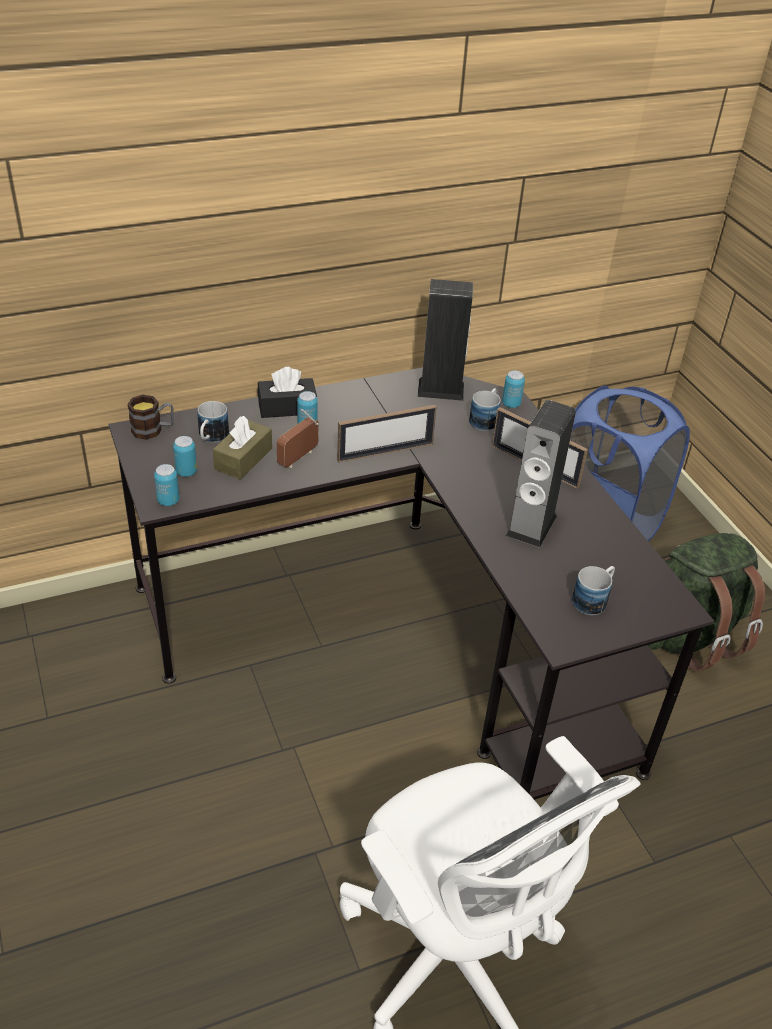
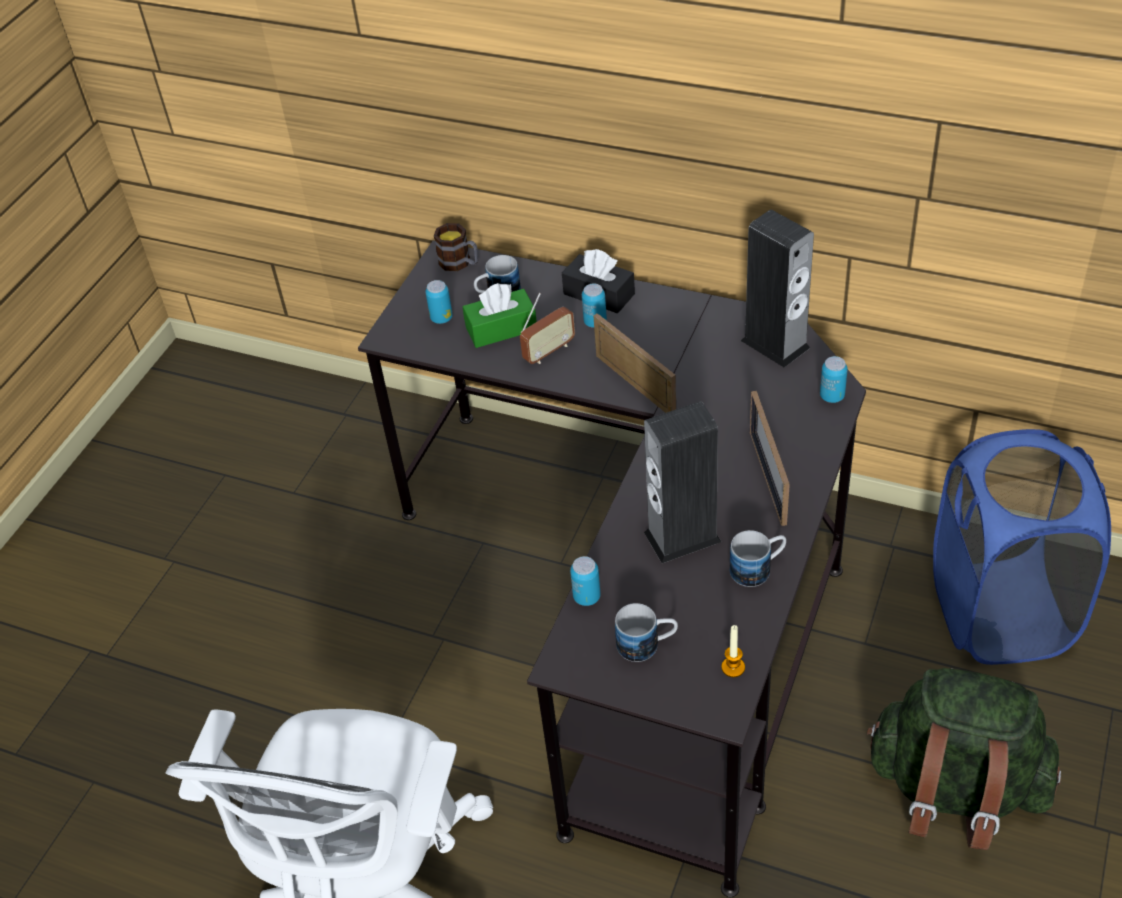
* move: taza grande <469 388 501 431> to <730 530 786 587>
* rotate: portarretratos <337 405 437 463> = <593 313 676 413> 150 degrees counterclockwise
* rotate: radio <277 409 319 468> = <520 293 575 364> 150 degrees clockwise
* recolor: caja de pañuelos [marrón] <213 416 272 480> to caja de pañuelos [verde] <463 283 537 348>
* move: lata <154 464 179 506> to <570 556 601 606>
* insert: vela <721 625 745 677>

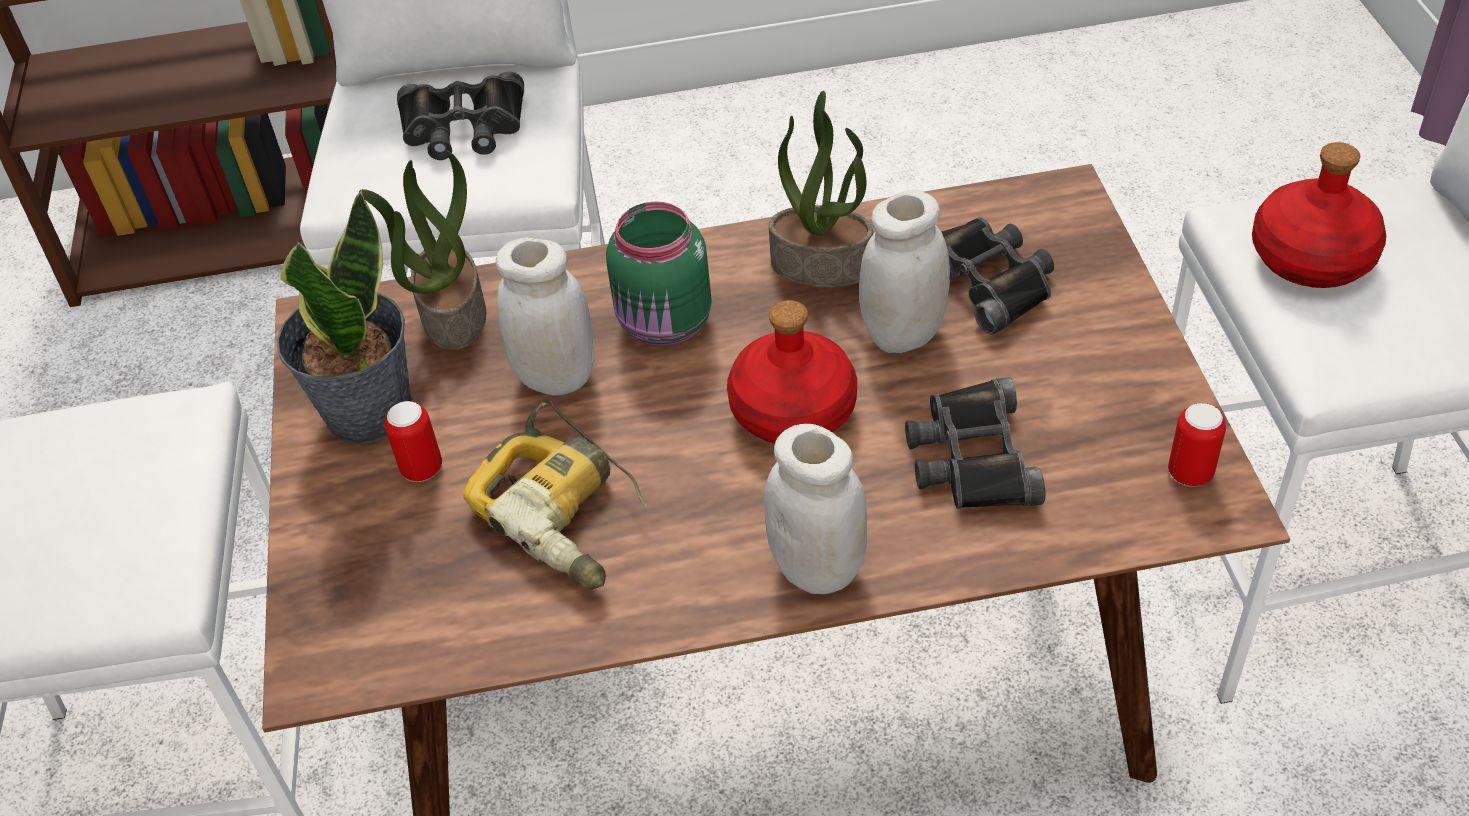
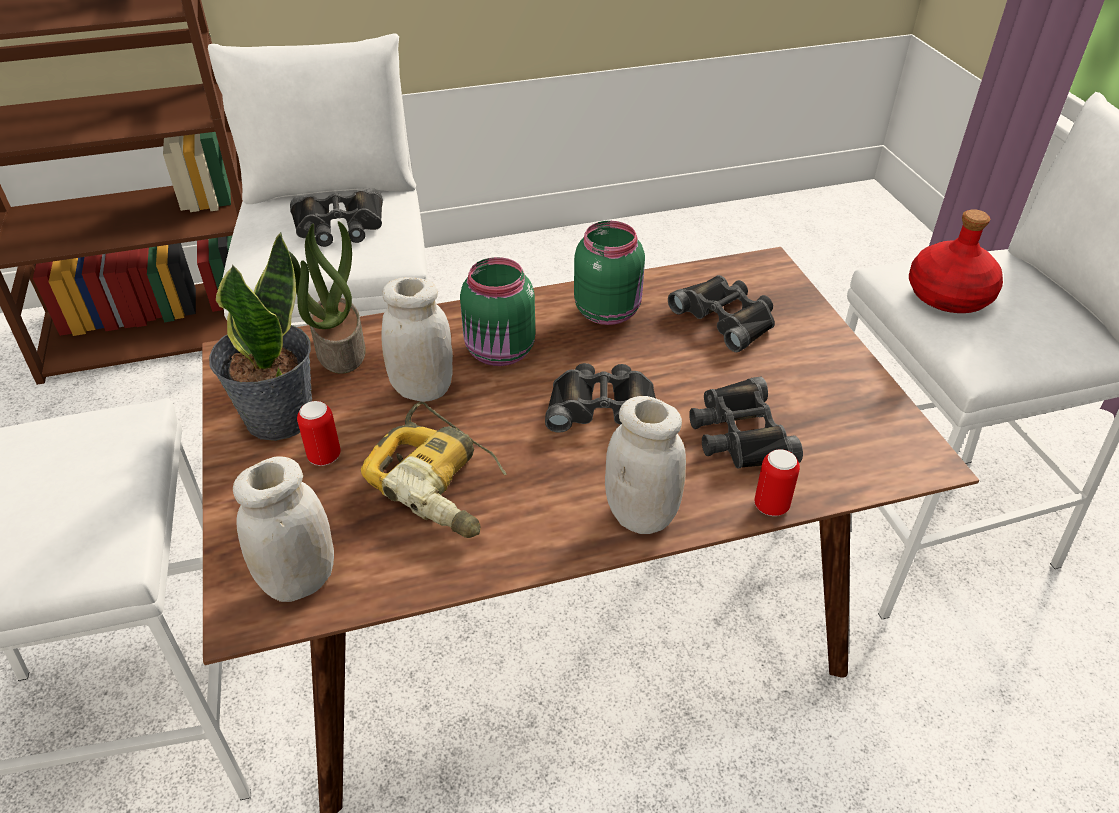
* replace: planta en maceta <769 91 873 288> to tarro [verde] <574 221 645 325>
* move: tarro [blanco] <859 190 950 353> to <233 456 334 602>
* replace: botella [rojo] <727 300 857 444> to prismáticos [negro] <545 363 656 433>
* move: lata <1168 403 1226 487> to <754 449 800 516>

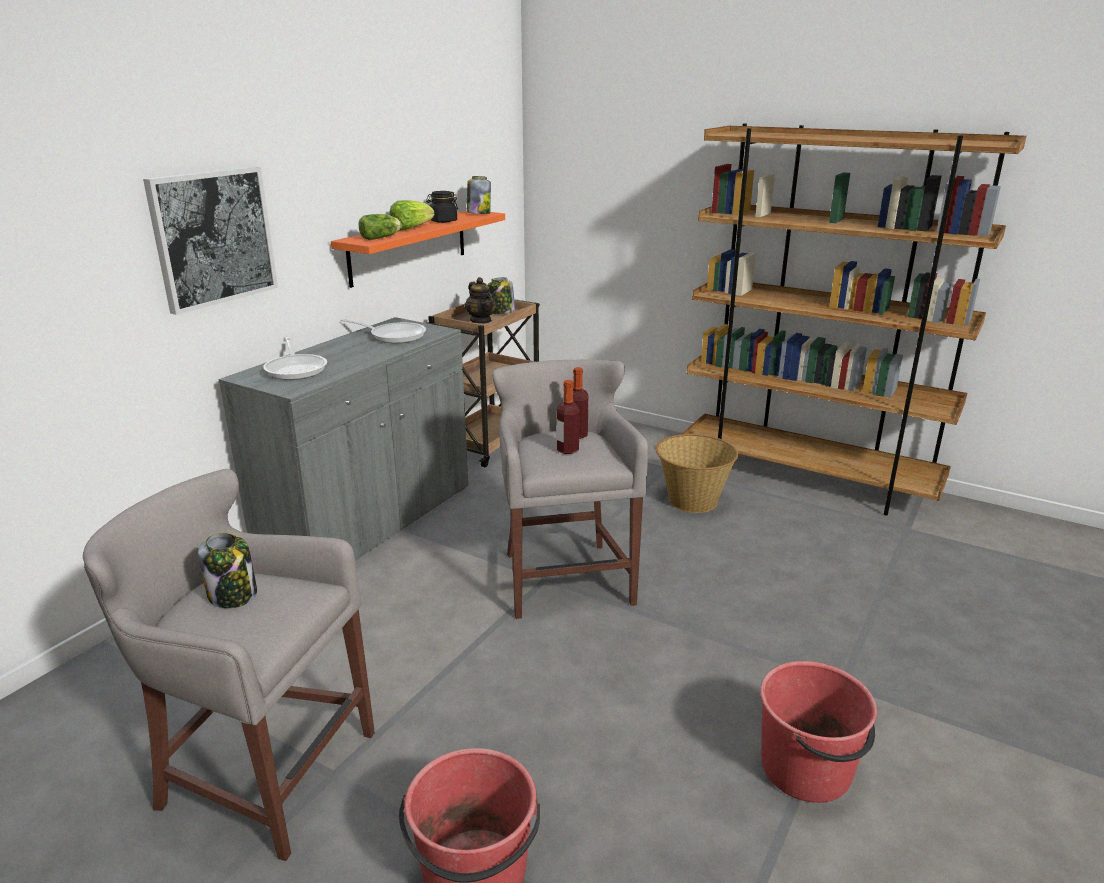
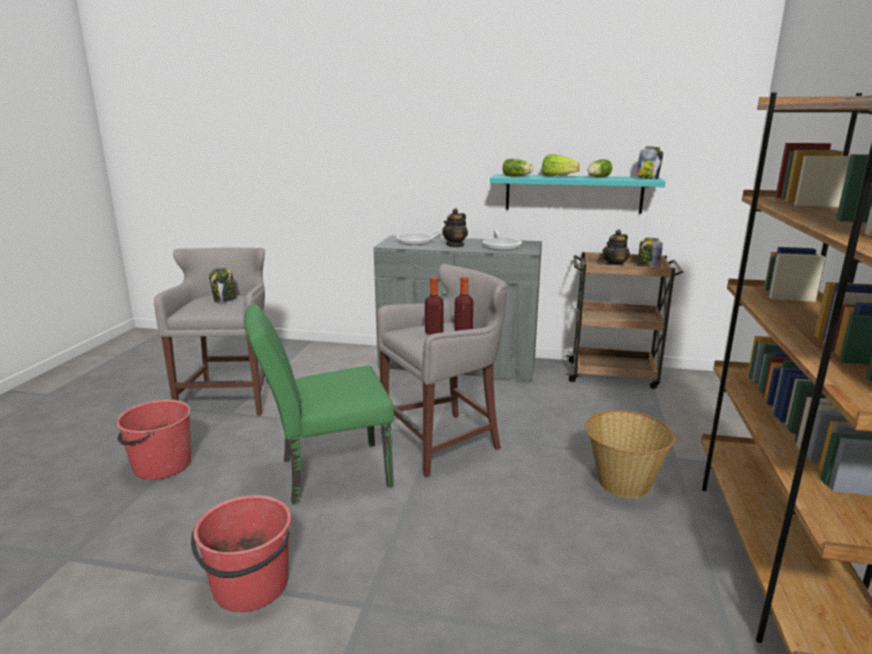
* delete: cuadro <143 166 278 315>
* replace: tarro [negro] <426 191 458 223> to lechuga <588 159 612 177>
* recolor: estante [naranja] <331 211 505 288> to estante [turquesa] <490 174 665 214>
* insert: tetera <442 208 468 247>
* insert: silla [verde] <244 304 394 504>

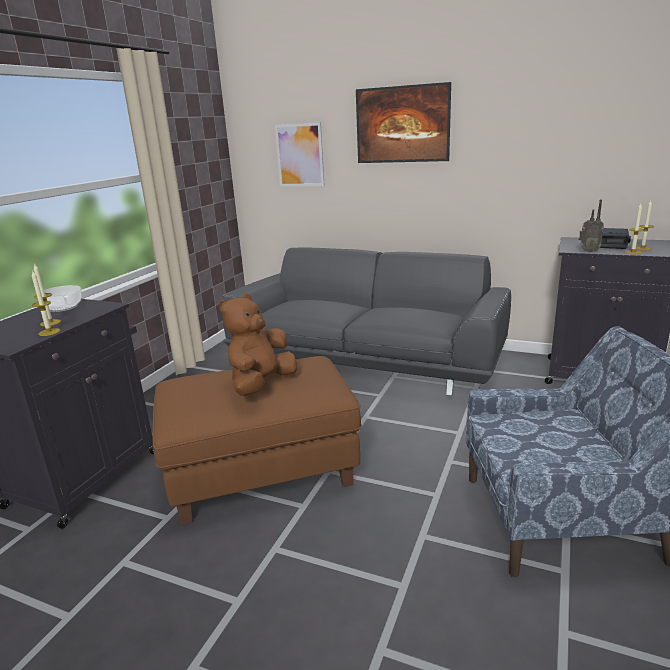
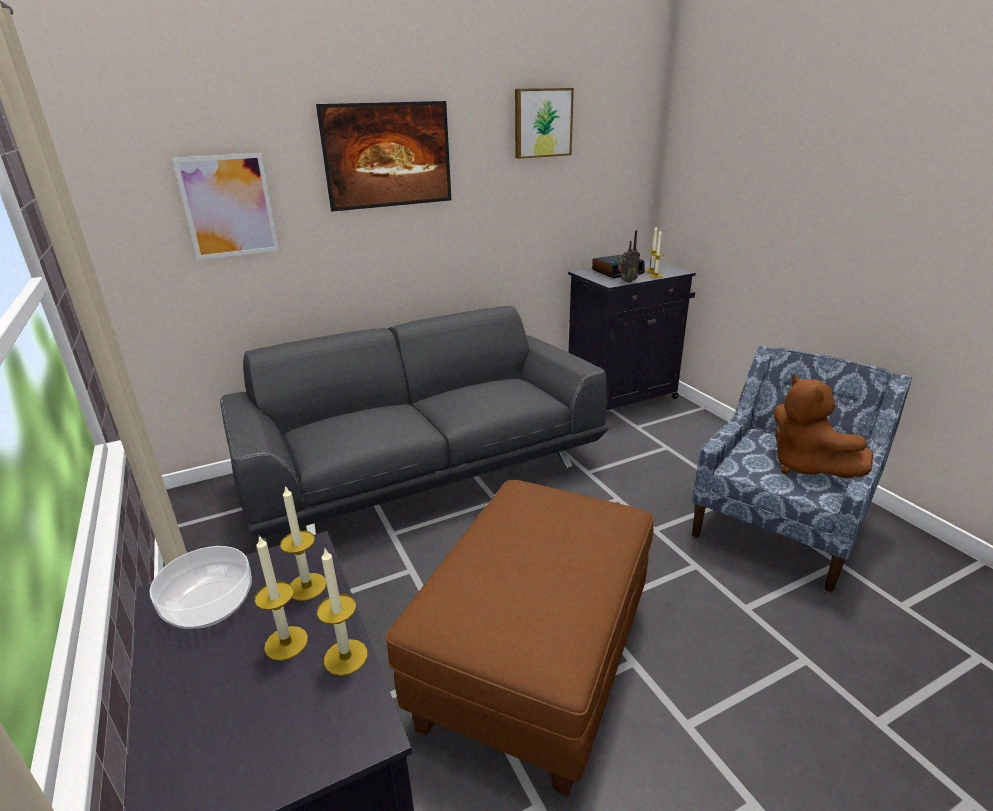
* move: peluche [marrón] <219 293 297 396> to <774 374 873 478>
* insert: cuadro <515 88 574 159>
* insert: vela <280 485 326 601>

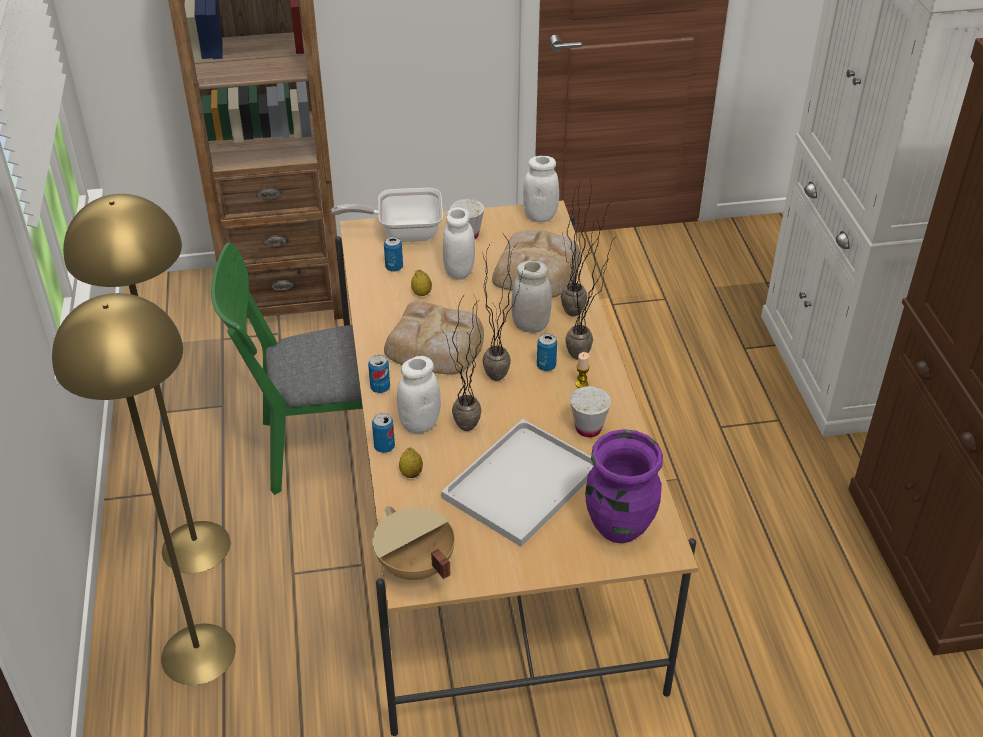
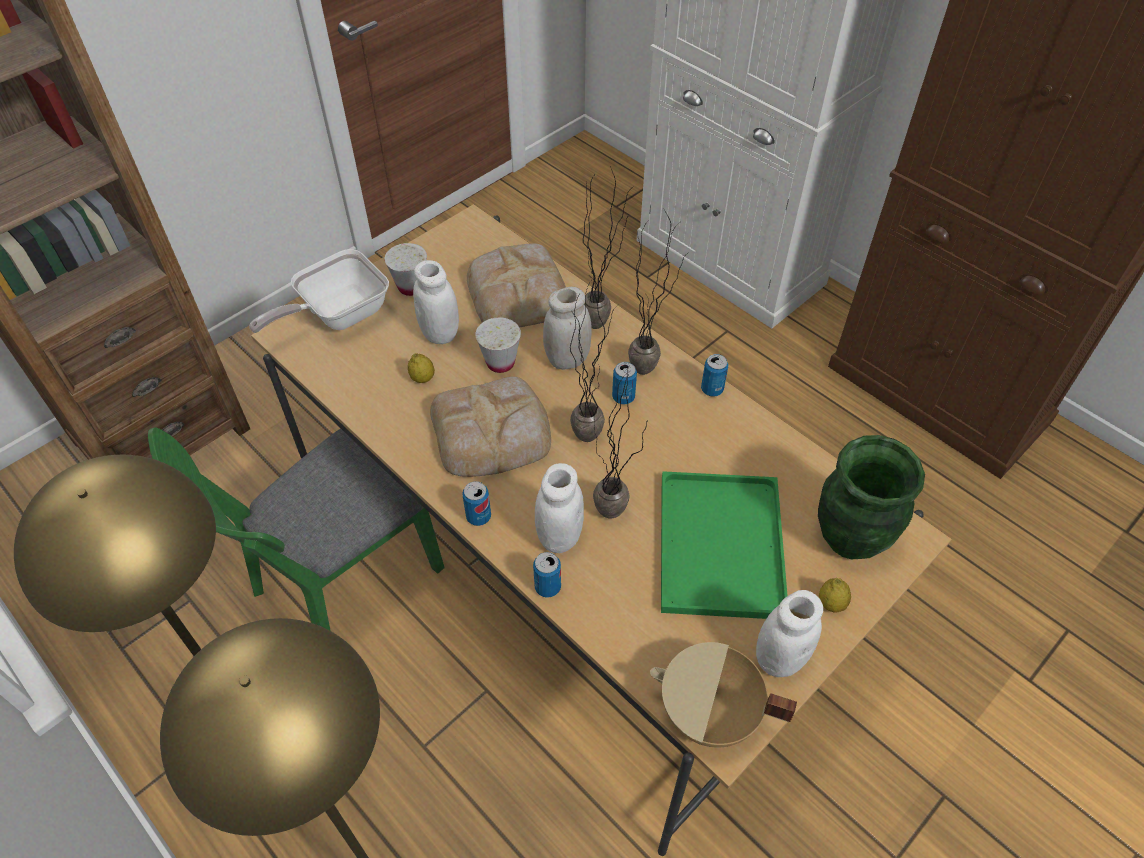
* move: tarro [blanco] <523 156 559 222> to <756 590 823 677>
* move: lata <384 236 403 272> to <701 354 728 397>
* delete: vela <575 352 590 388>
* move: taza [blanco] <570 386 611 437> to <475 317 521 373>
* recolor: bandeja [blanco] <441 419 594 547> to bandeja [verde] <661 471 788 619>
* recolor: florero [morado] <585 429 663 543> to florero [verde] <818 435 925 559>
* move: limón <399 447 423 478> to <819 578 851 613>

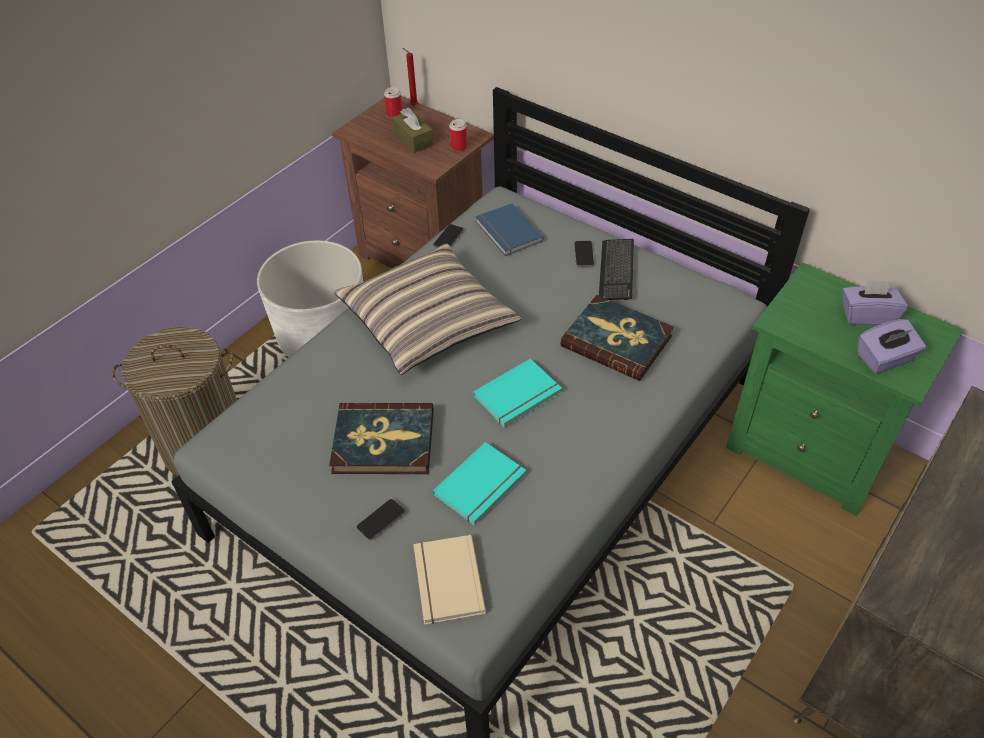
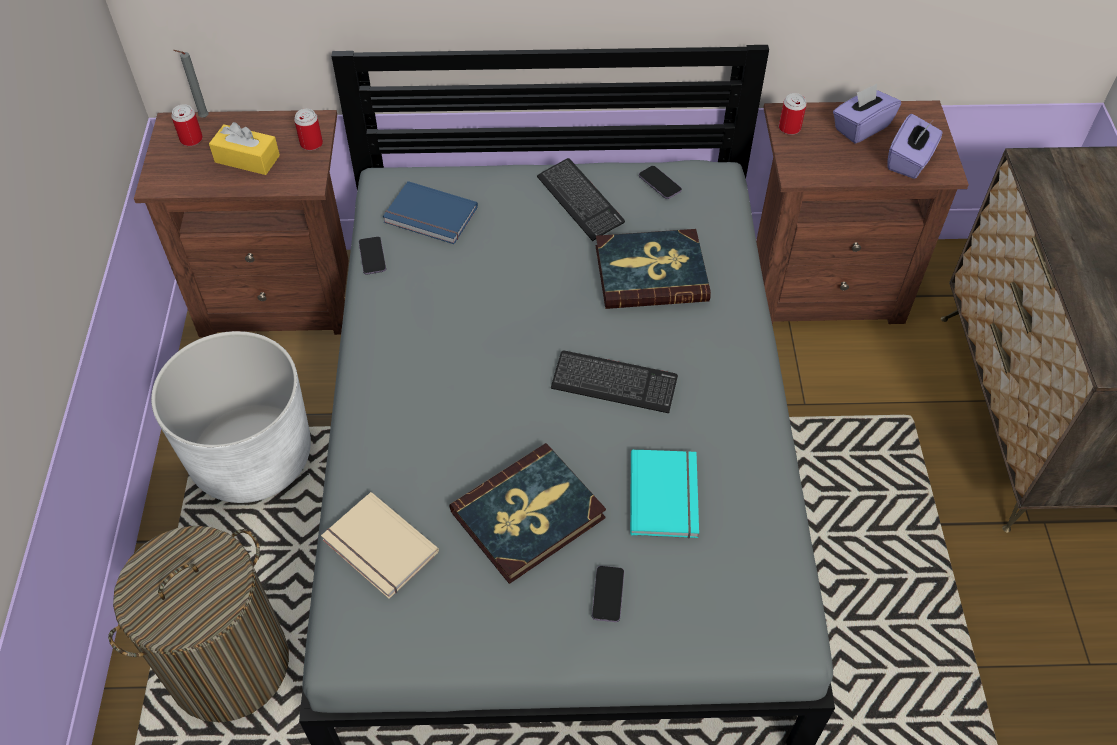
* recolor: vela [rojo] <403 48 418 106> to vela [gris] <173 50 209 118>
* recolor: caja de pañuelos [marrón] <392 108 434 153> to caja de pañuelos [amarillo] <209 122 280 175>
* move: móvil <574 241 594 267> to <639 166 682 199>
* delete: cojín <334 243 521 375>
* recolor: mesita de noche [verde] <726 262 963 516> to mesita de noche [marrón] <756 101 969 325>
* replace: libro [turquesa] <473 359 562 428> to teclado <551 351 678 413>
* move: libro [beis] <413 535 486 625> to <321 492 439 599>
* insert: lata <779 93 807 135>

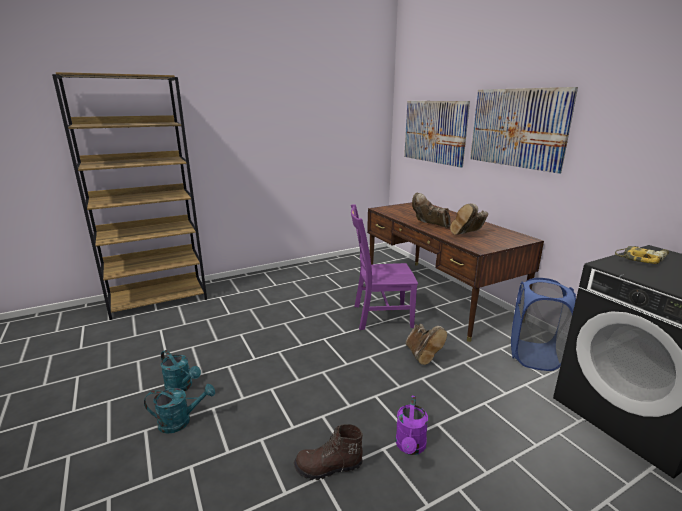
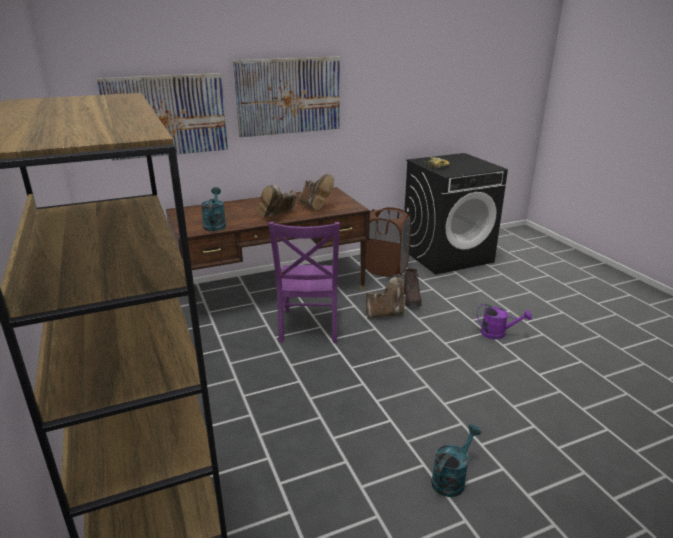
* recolor: cesto de la ropa [azul] <511 278 576 371> to cesto de la ropa [marrón] <365 207 411 277>
* move: regadera [turquesa] <144 384 215 434> to <201 187 226 231>
* move: bota [marrón] <294 424 363 480> to <404 268 421 307>

